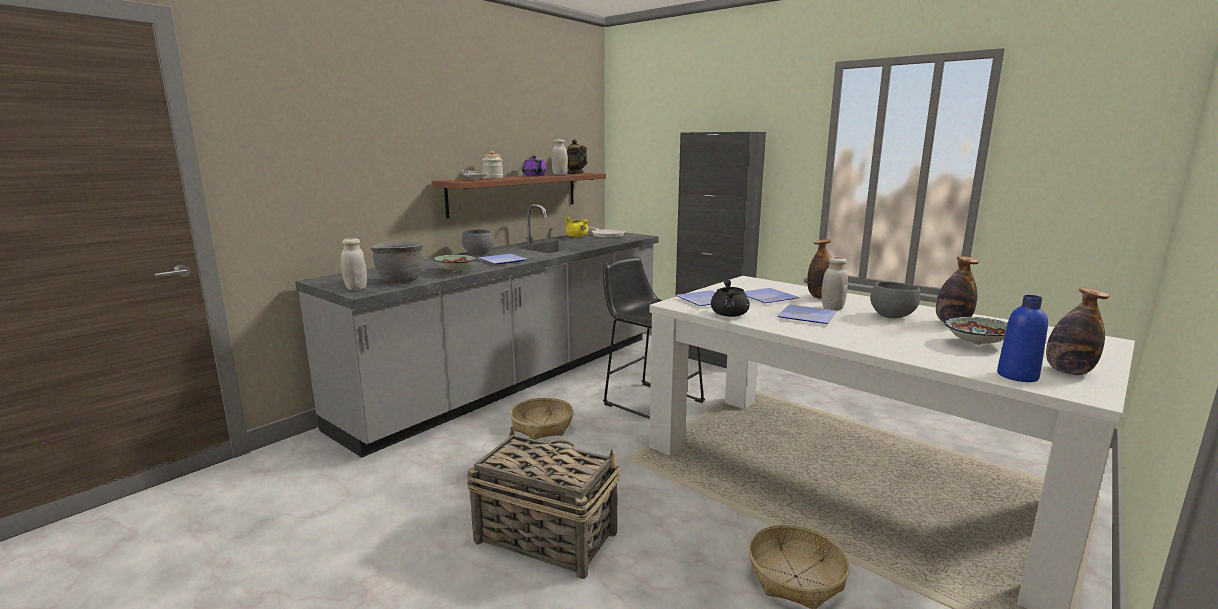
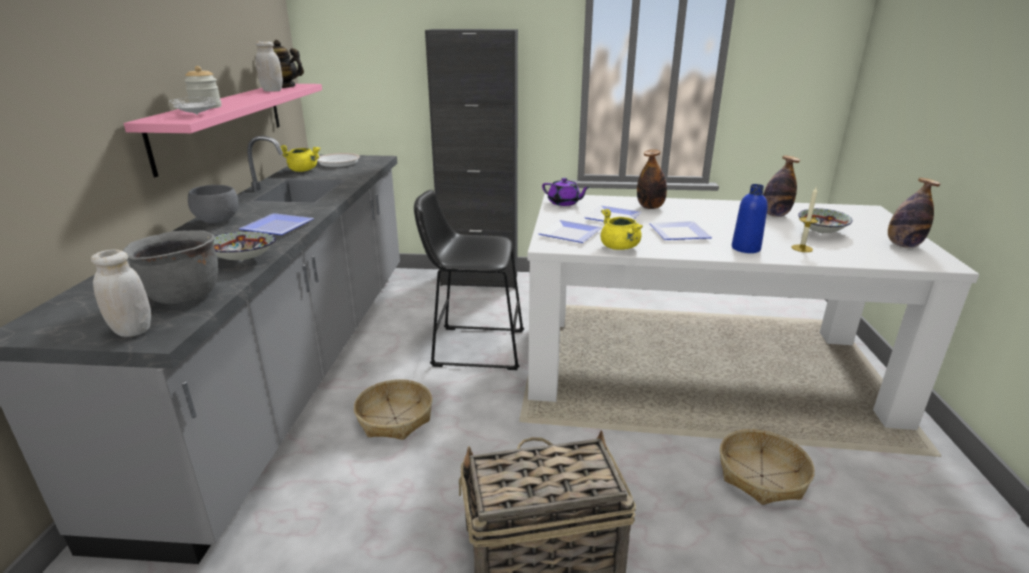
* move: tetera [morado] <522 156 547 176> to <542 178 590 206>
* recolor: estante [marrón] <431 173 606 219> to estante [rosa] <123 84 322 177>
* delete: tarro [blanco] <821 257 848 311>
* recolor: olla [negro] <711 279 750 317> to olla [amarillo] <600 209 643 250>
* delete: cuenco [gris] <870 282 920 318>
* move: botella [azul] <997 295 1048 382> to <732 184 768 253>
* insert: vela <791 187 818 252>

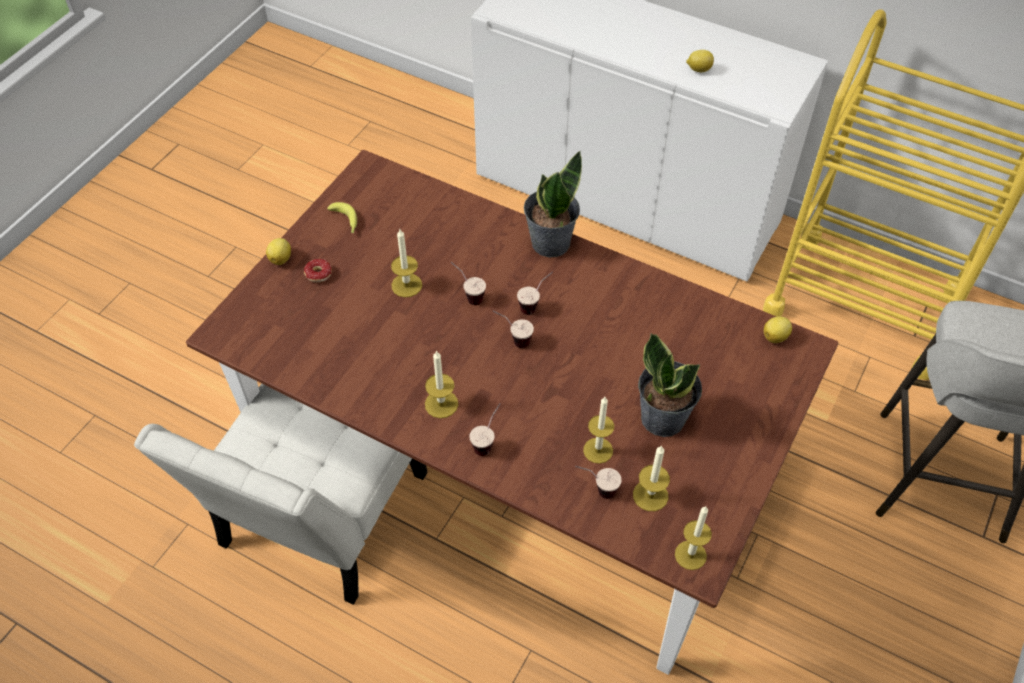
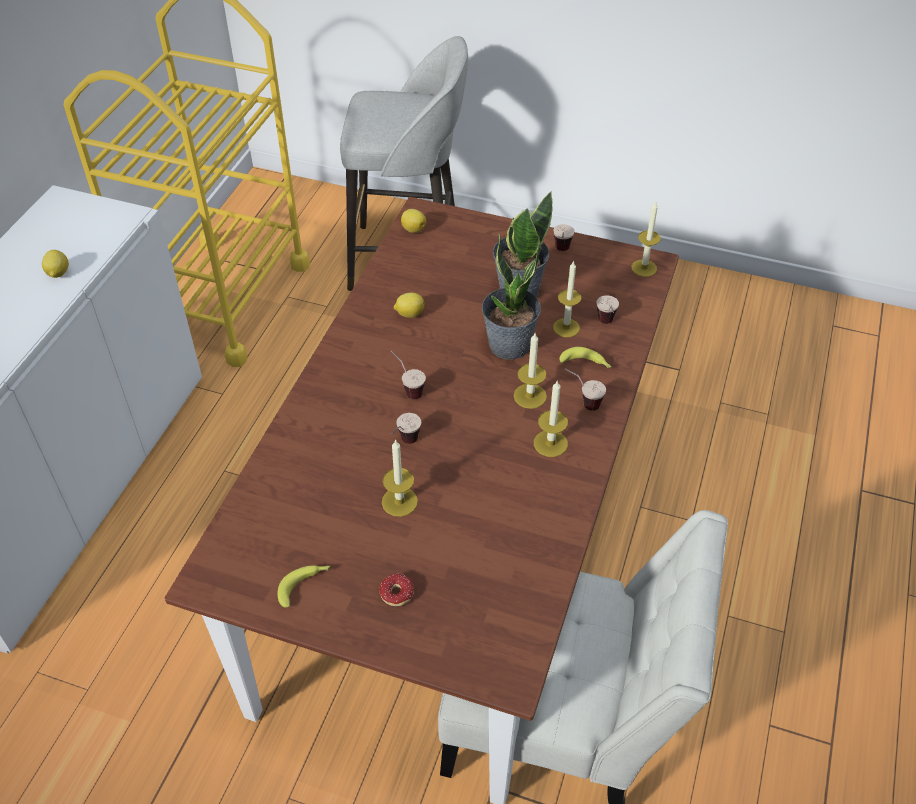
* move: planta en maceta <524 151 582 258> to <482 234 542 360>
* move: limón <266 238 291 265> to <394 292 425 318>
* move: taza <492 311 534 348> to <554 224 575 251>
* move: vela <633 445 670 511> to <514 333 547 409>
* insert: plátano <559 347 612 368>

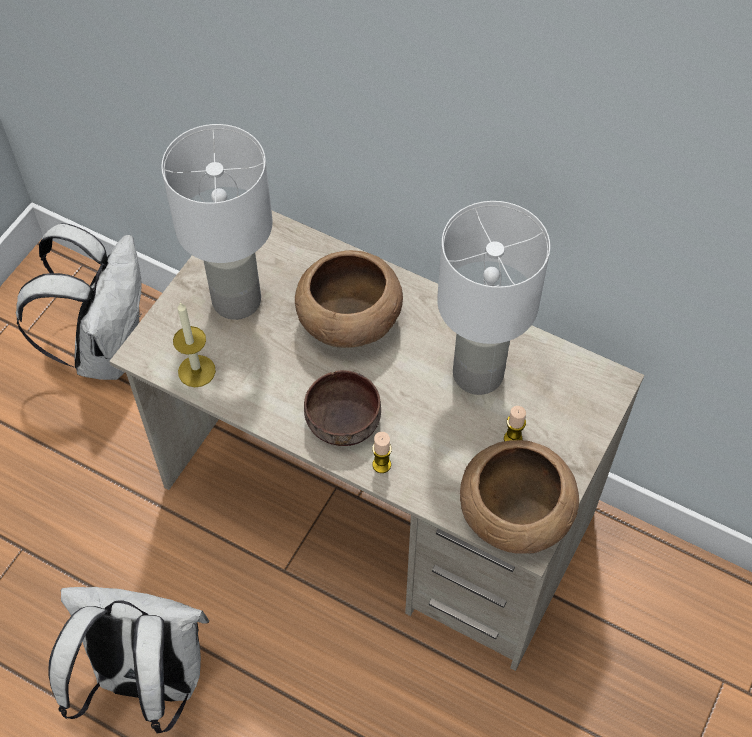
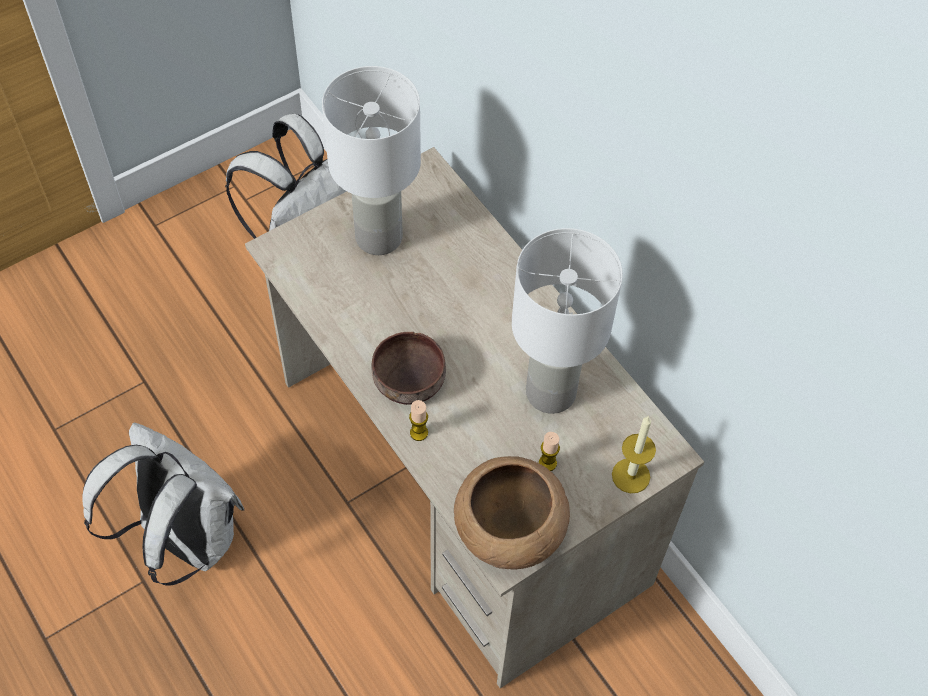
* delete: cuenco [marrón] <295 250 403 348>
* move: vela <173 302 216 387> to <612 416 656 493>

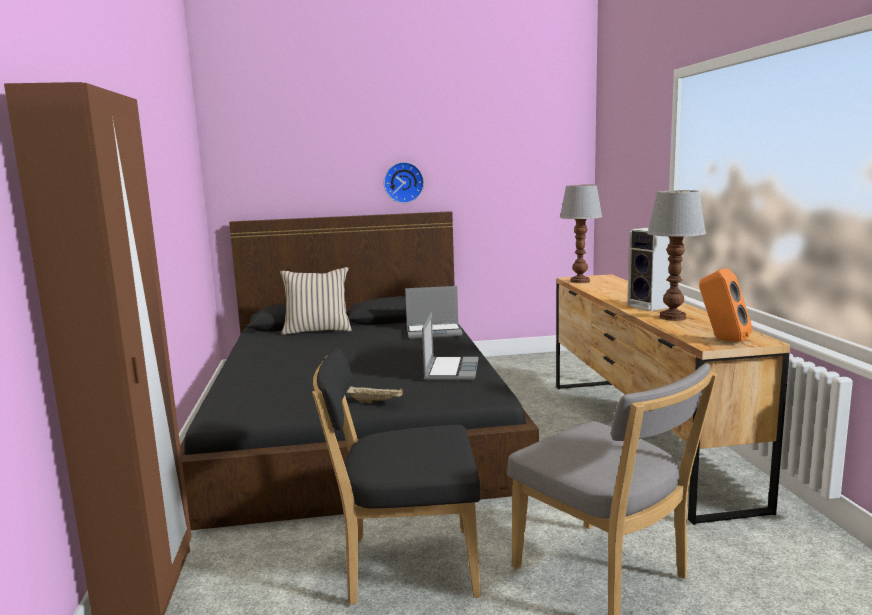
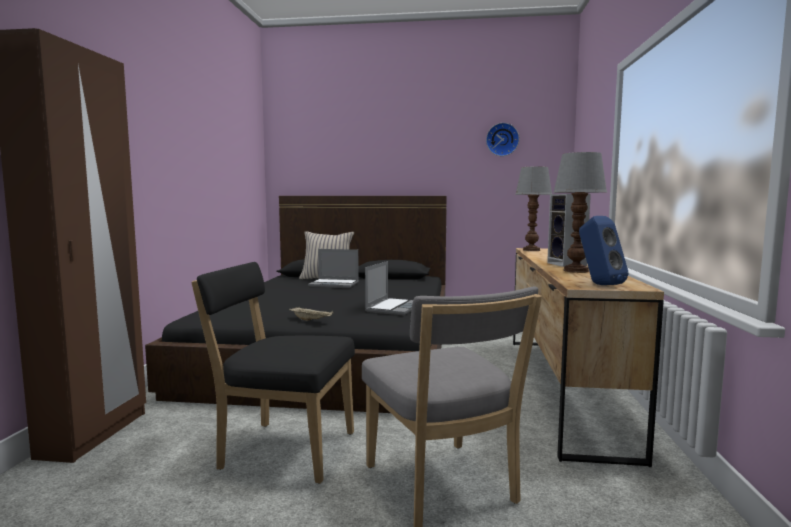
* move: reloj de pared <384 162 424 203> to <486 123 519 156>
* recolor: altavoz [naranja] <699 268 752 342> to altavoz [azul] <579 216 629 285>
* move: portátil <405 286 463 339> to <308 249 359 288>

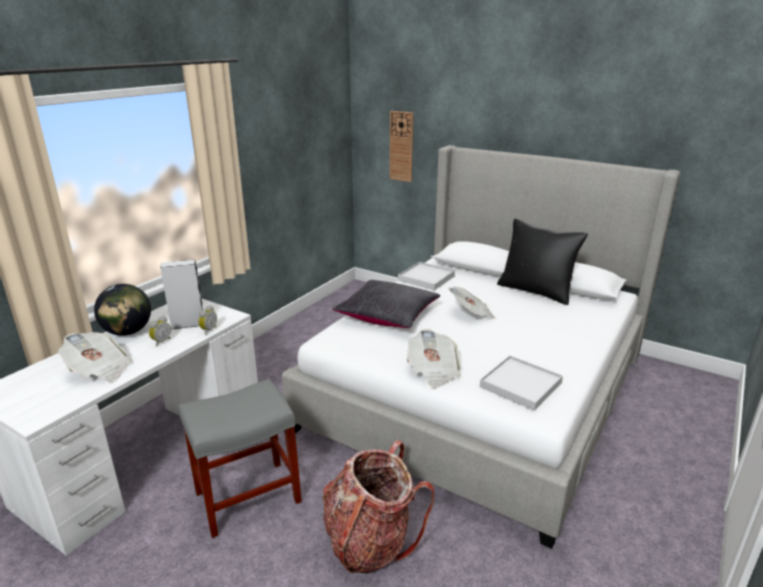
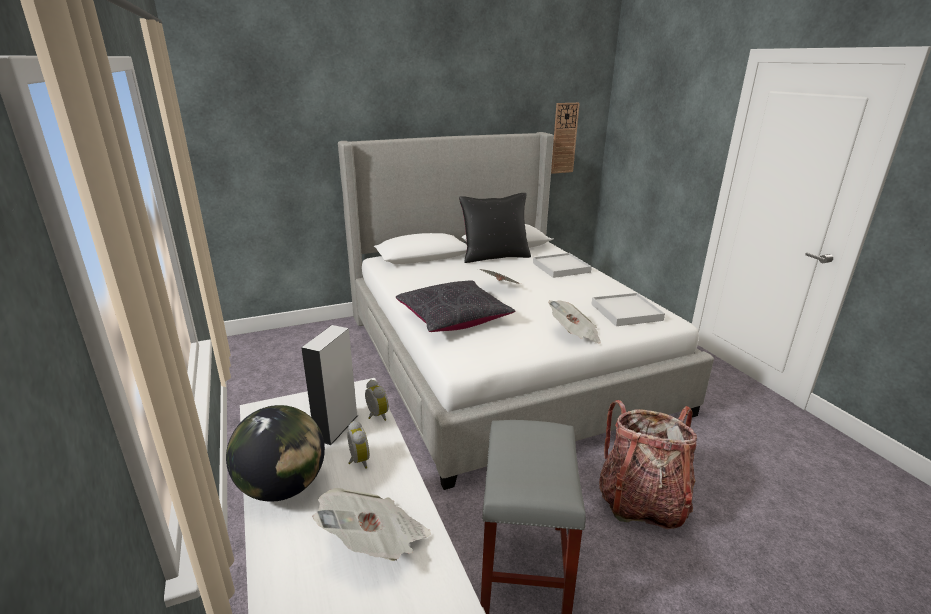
* move: reloj de pared <390 111 413 182> to <551 103 580 174>
* move: bandeja [blanco] <398 262 455 290> to <533 253 592 278>

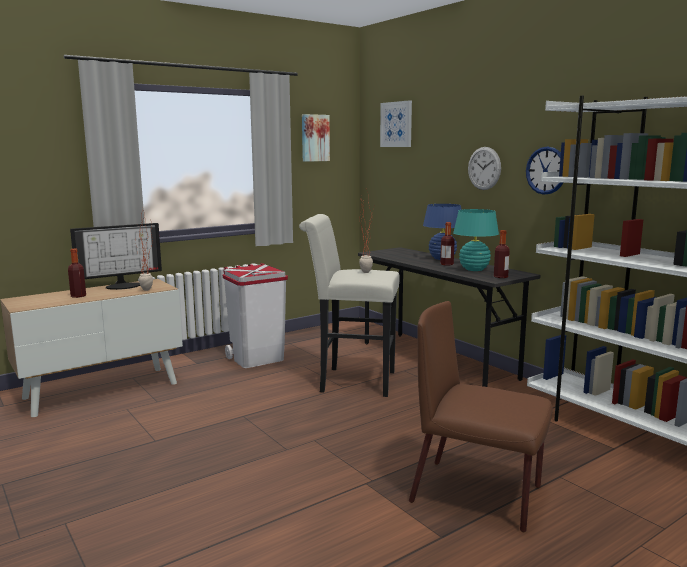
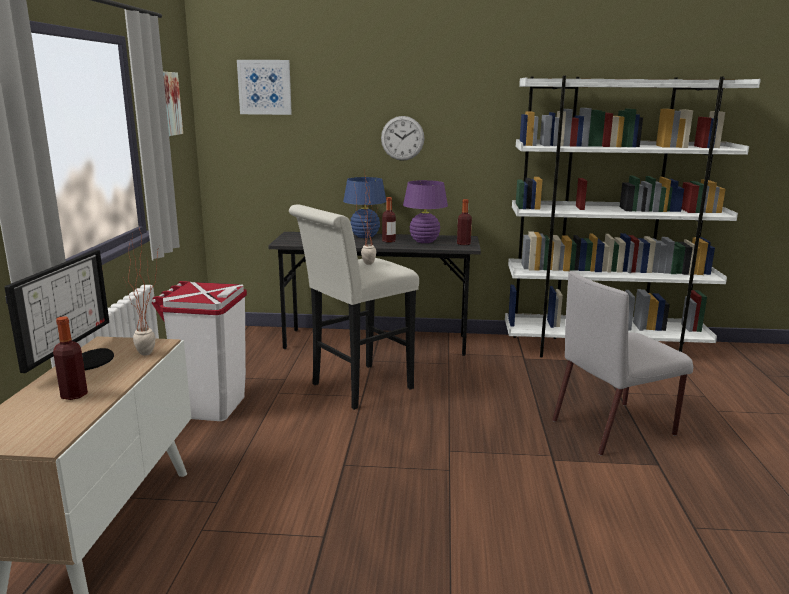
* delete: reloj de pared <526 147 563 195>
* recolor: lámpara de mesa [turquesa] <453 209 499 271> to lámpara de mesa [morado] <403 180 448 243>
* recolor: silla [marrón] <409 301 553 532> to silla [gris] <552 271 693 456>

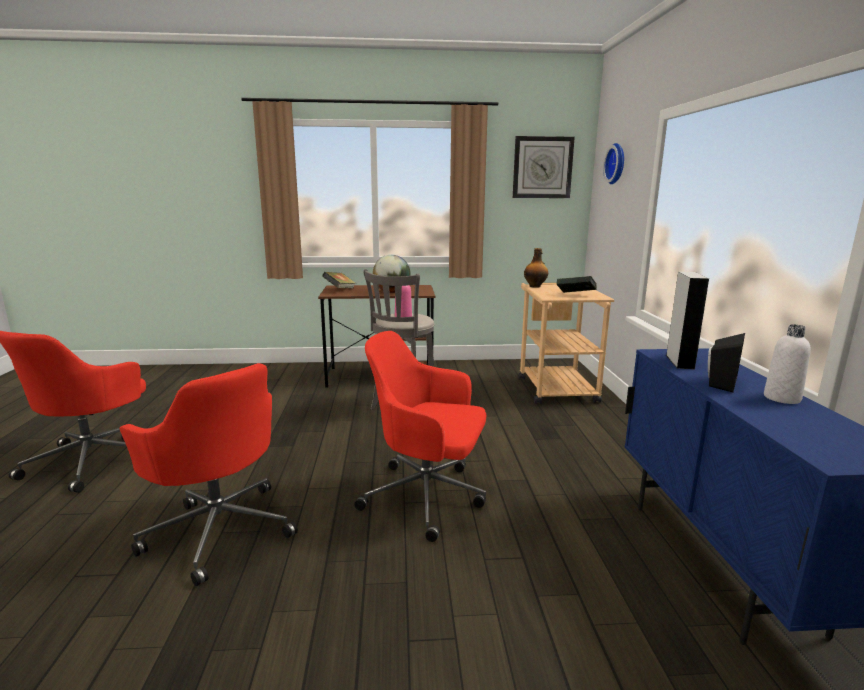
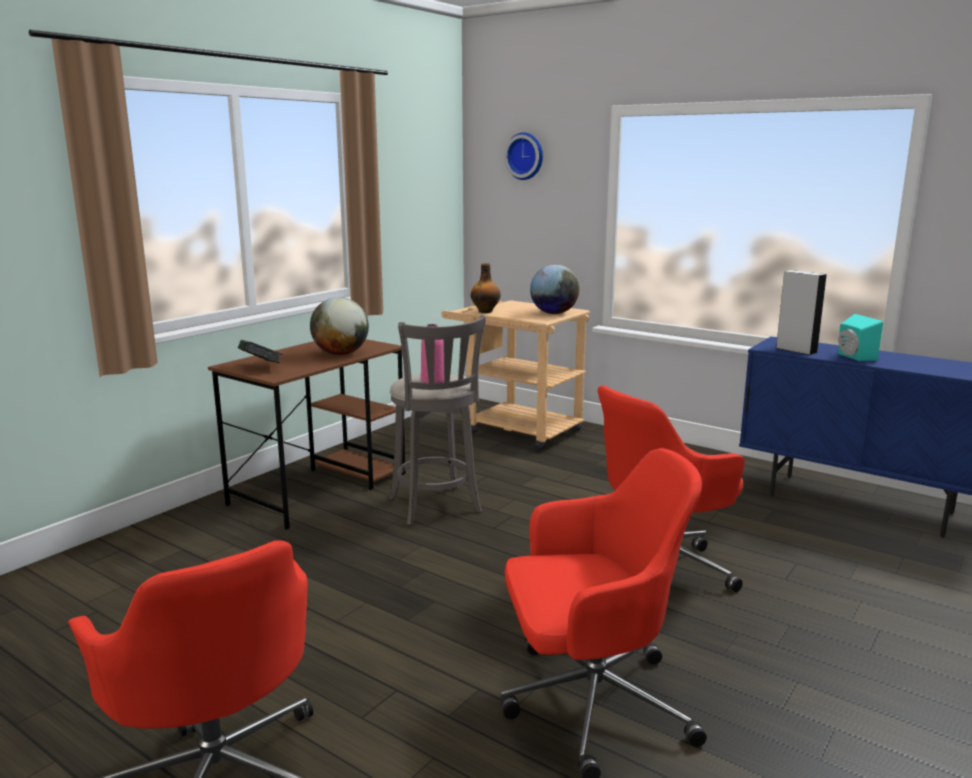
* delete: reloj de pared <513 136 575 198>
* replace: libro <557 276 597 293> to globo terráqueo <530 265 579 314>
* delete: botella [blanco] <764 324 811 404>
* recolor: altavoz [negro] <708 333 745 393> to altavoz [turquesa] <838 314 883 361>

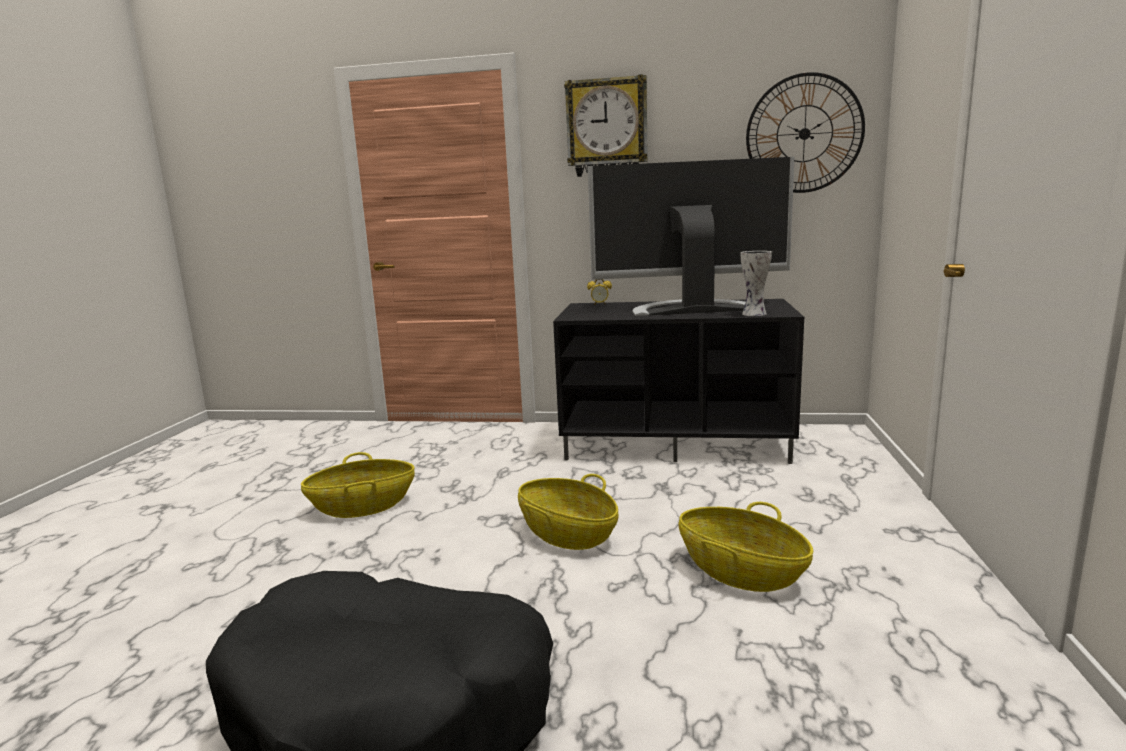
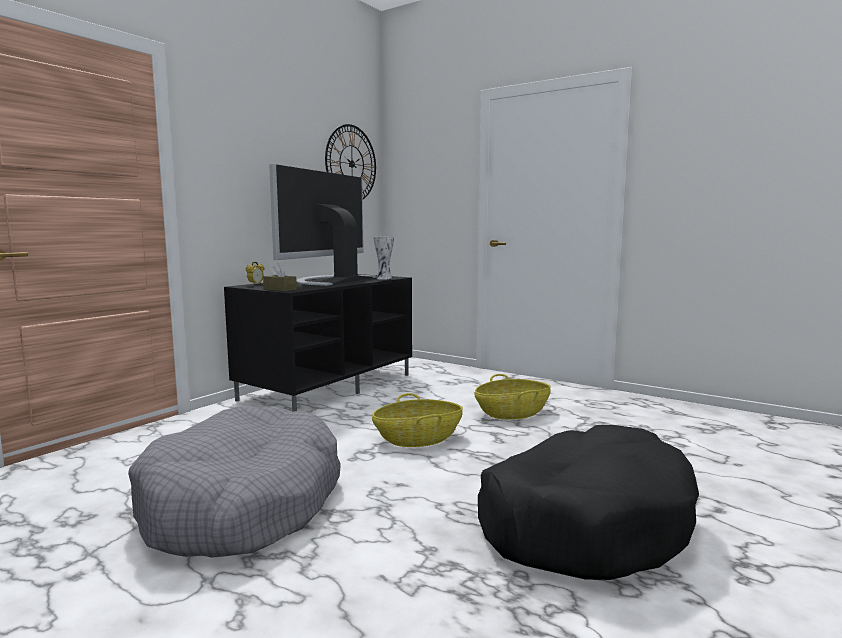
* delete: reloj de pared <564 74 648 177>
* replace: cesta <301 452 415 518> to cama para perro [gris] <128 405 341 558>
* insert: caja de pañuelos [marrón] <263 263 297 291>

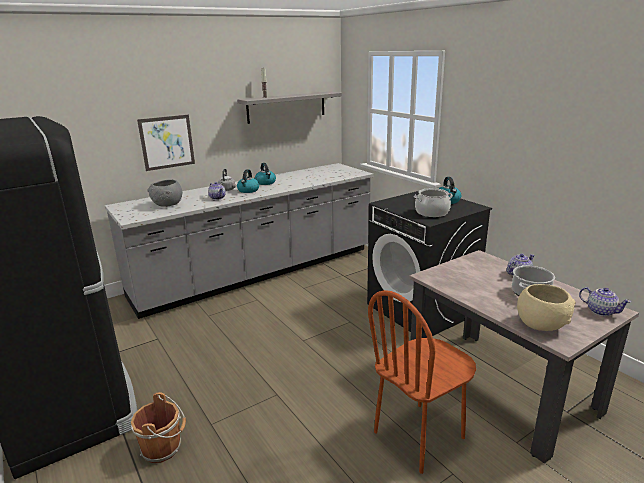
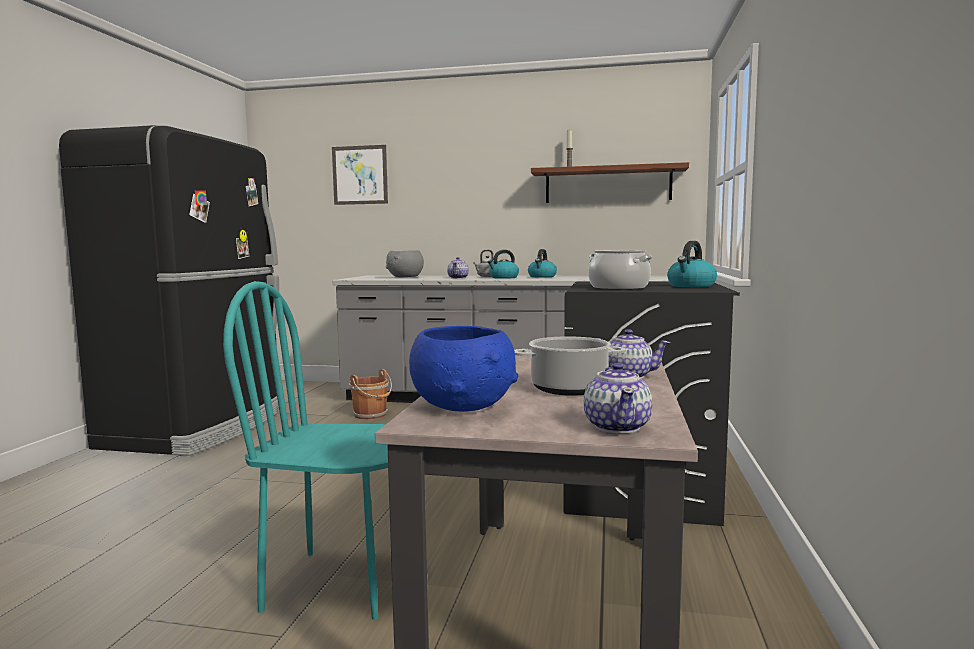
* recolor: estante [gris] <237 92 342 124> to estante [marrón] <531 162 689 203>
* move: cuadro <137 115 195 171> to <332 145 388 205>
* recolor: cuenco [beis] <517 284 576 331> to cuenco [azul] <409 326 518 412>
* recolor: silla [marrón] <368 290 476 474> to silla [turquesa] <223 281 388 620>
* move: cubo [marrón] <131 392 186 463> to <349 369 392 419>

